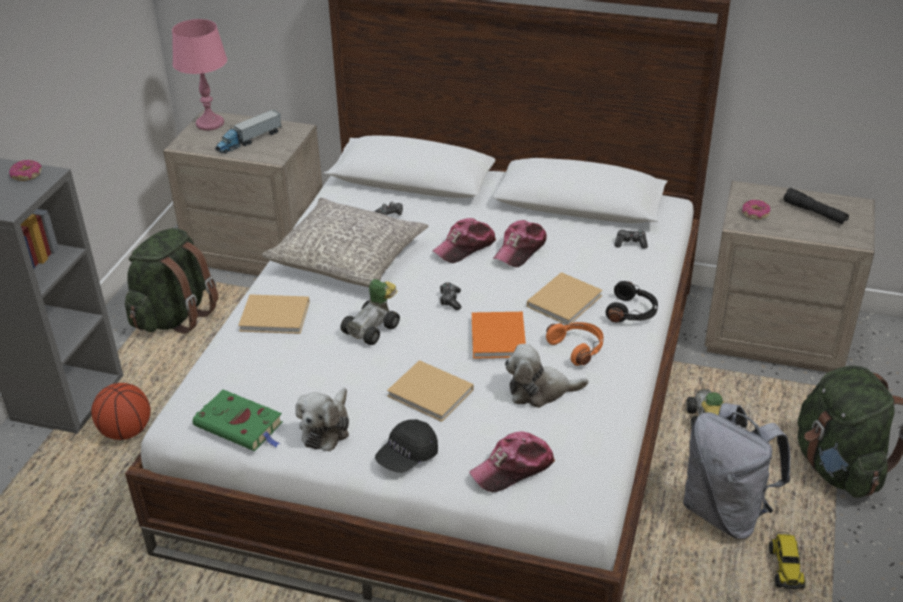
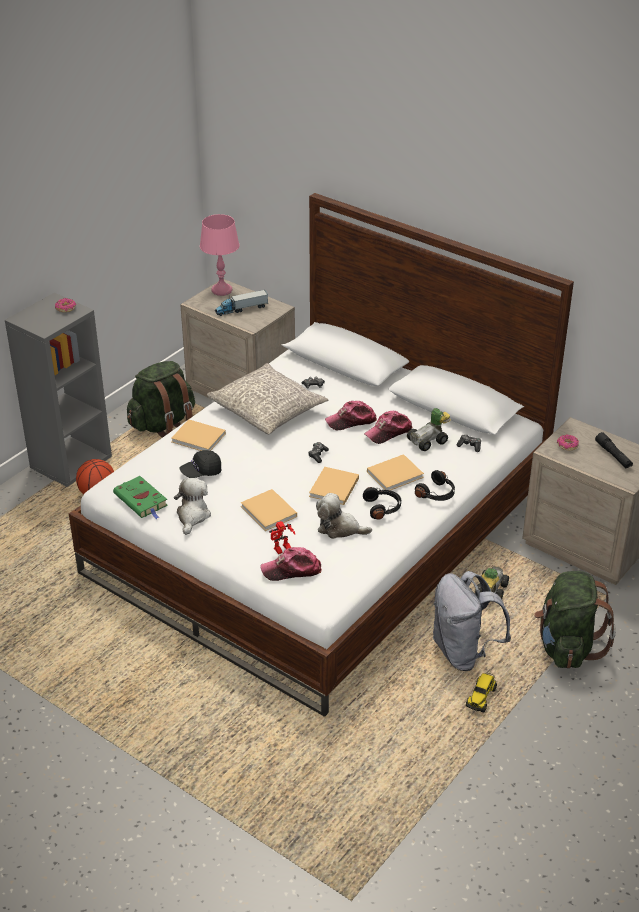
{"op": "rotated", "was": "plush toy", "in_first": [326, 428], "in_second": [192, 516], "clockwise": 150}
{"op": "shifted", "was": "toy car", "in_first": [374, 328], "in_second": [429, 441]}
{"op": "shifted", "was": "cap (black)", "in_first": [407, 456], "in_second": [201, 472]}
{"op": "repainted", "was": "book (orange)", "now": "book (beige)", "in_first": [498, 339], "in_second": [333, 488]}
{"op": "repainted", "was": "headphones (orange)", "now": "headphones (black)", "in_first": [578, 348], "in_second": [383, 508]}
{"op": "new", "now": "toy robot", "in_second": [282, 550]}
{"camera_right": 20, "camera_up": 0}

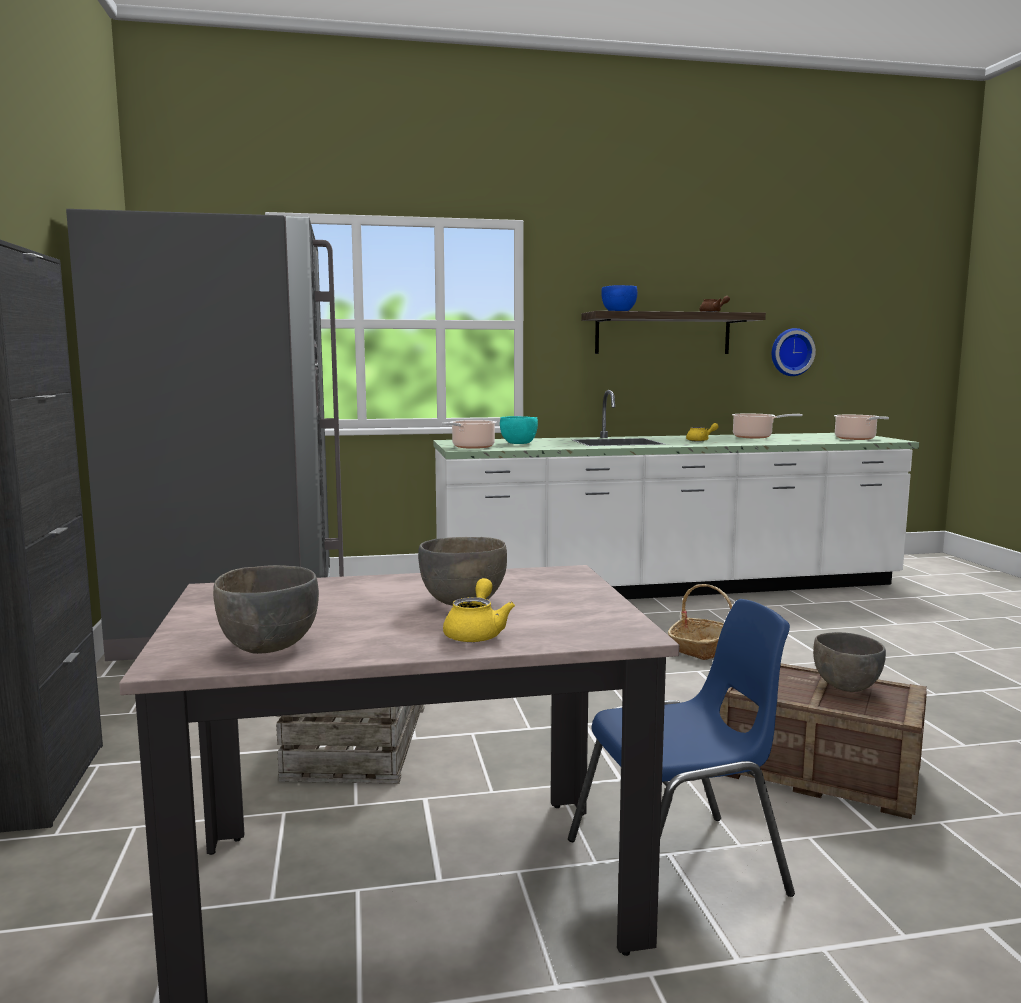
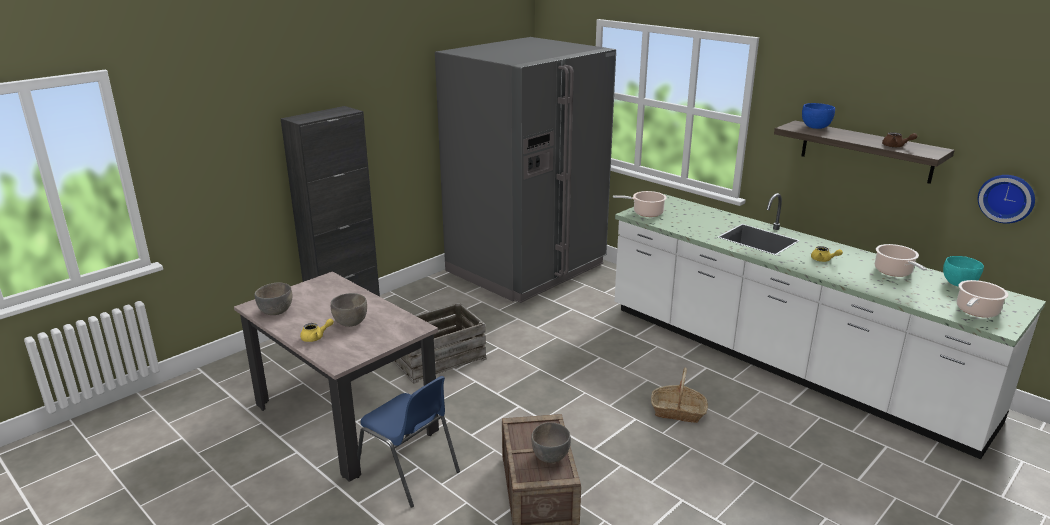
{"op": "shifted", "was": "bowl (turquoise)", "in_first": [518, 444], "in_second": [958, 284]}
{"camera_right": 55, "camera_up": 15}

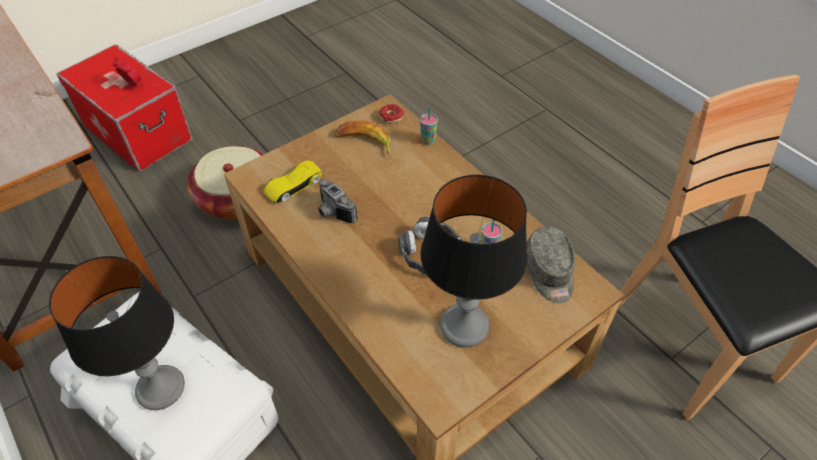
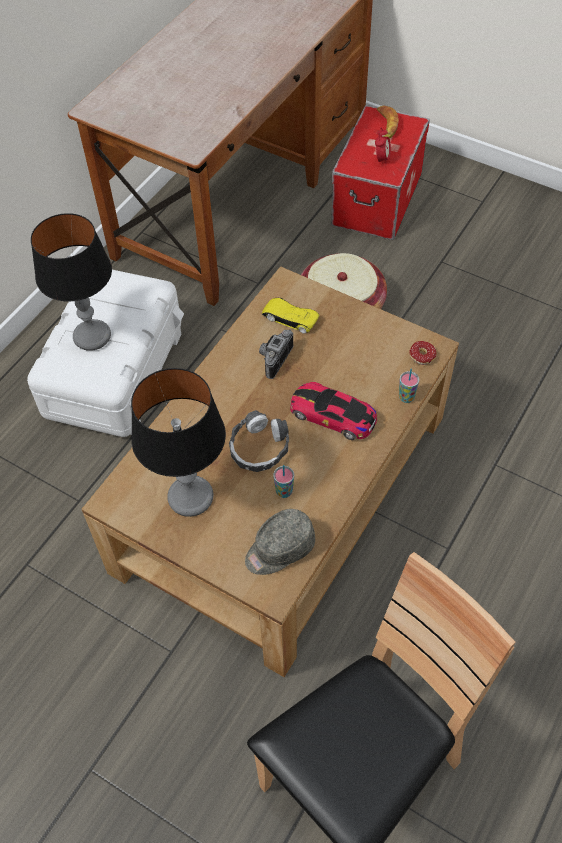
{"op": "shifted", "was": "banana", "in_first": [364, 142], "in_second": [383, 127]}
{"op": "new", "now": "toy car", "in_second": [332, 415]}
{"camera_right": 70, "camera_up": 5}

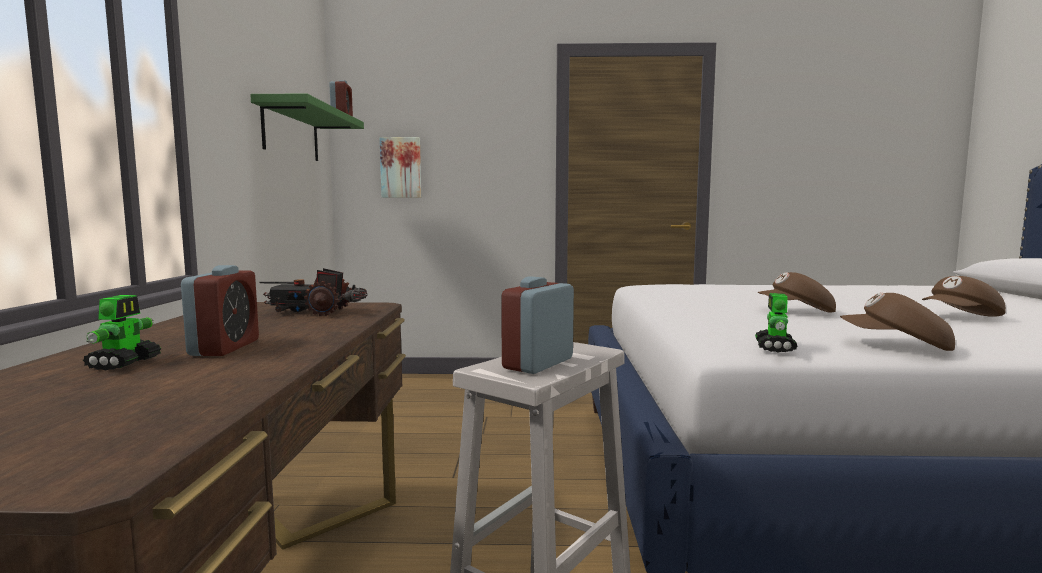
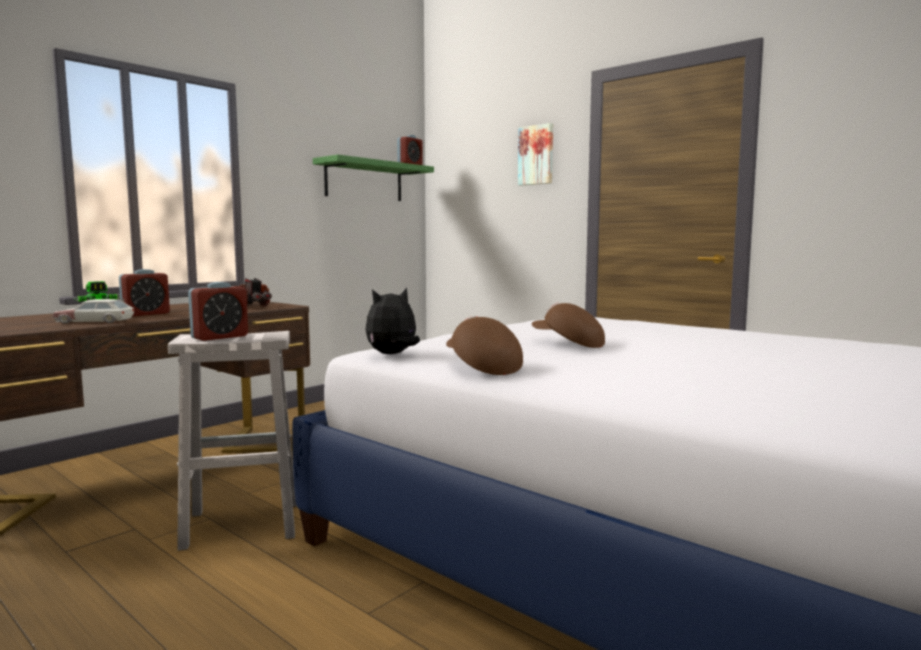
{"op": "shifted", "was": "picture", "in_first": [401, 167], "in_second": [536, 155]}
{"op": "rotated", "was": "alarm clock", "in_first": [538, 364], "in_second": [220, 337], "clockwise": 150}
{"op": "swapped", "was": "toy robot", "now": "plush toy", "in_first": [775, 348], "in_second": [392, 354]}
{"op": "gone", "was": "cap (brown)", "in_first": [962, 317]}
{"op": "new", "now": "toy car", "in_second": [96, 322]}
{"camera_right": 40, "camera_up": 0}

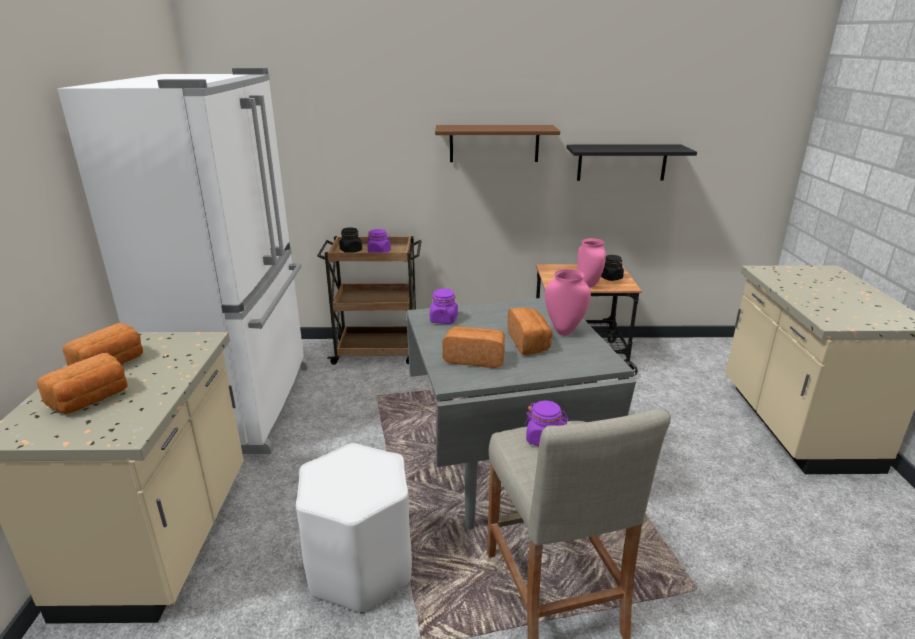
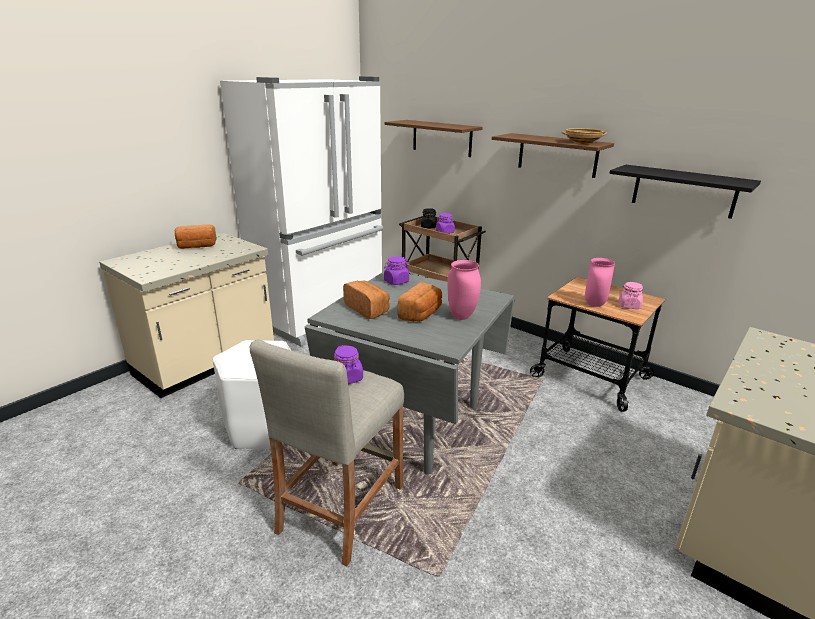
{"op": "gone", "was": "bread", "in_first": [91, 399]}
{"op": "repainted", "was": "jar (black)", "now": "jar (pink)", "in_first": [610, 278], "in_second": [629, 305]}
{"op": "new", "now": "shelf (brown)", "in_second": [441, 138]}
{"op": "new", "now": "bowl (beige)", "in_second": [582, 142]}
{"camera_right": 40, "camera_up": 0}

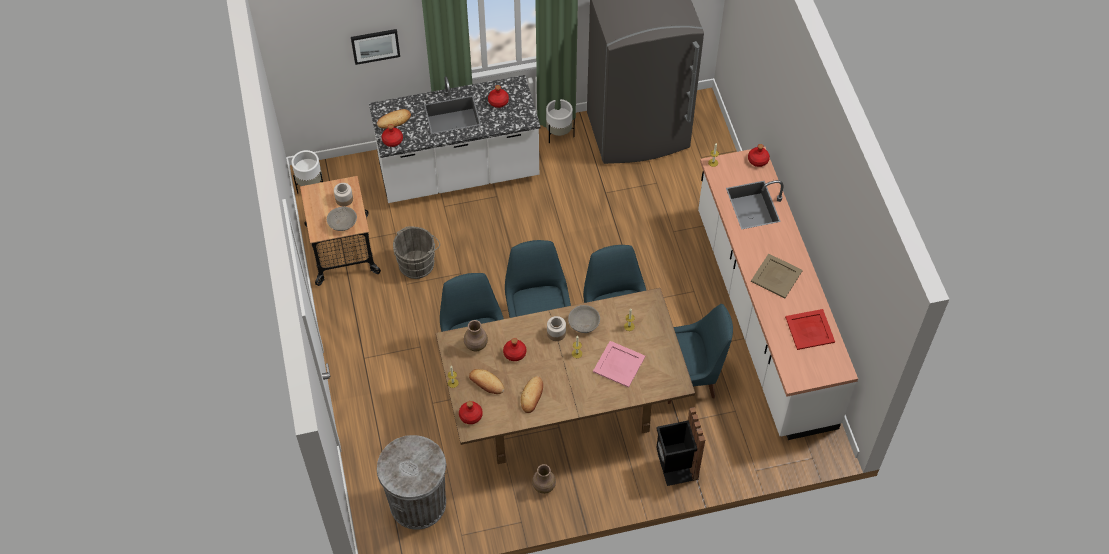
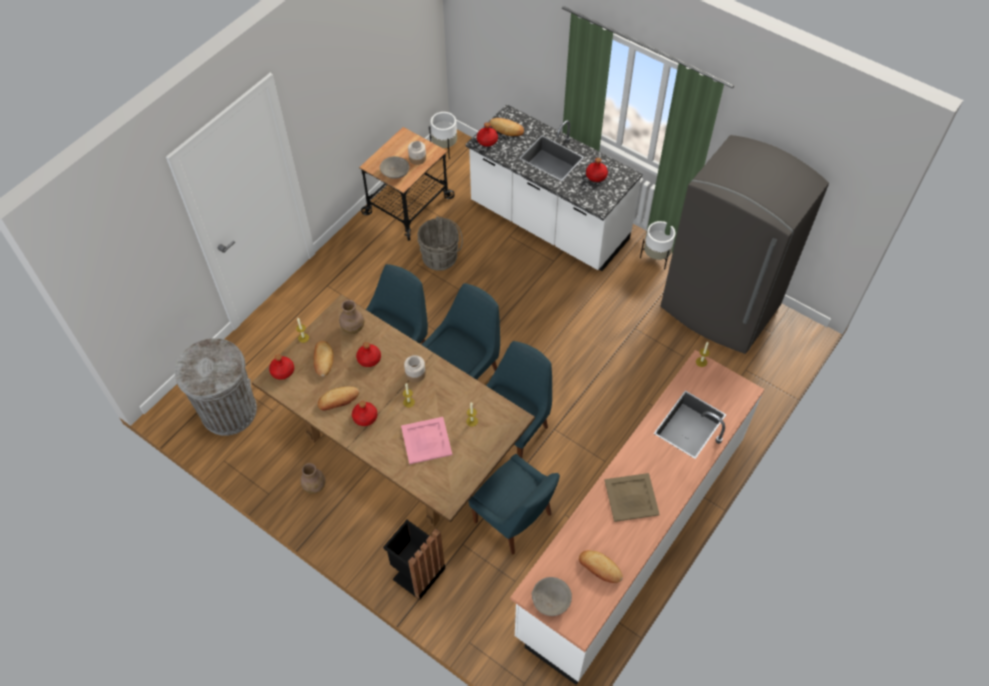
{"op": "gone", "was": "picture", "in_first": [375, 45]}
{"op": "shifted", "was": "bowl (grey)", "in_first": [584, 323], "in_second": [551, 600]}
{"op": "shifted", "was": "bottle (red)", "in_first": [758, 160], "in_second": [365, 417]}
{"op": "swapped", "was": "tray (red)", "now": "bread", "in_first": [810, 330], "in_second": [600, 568]}
{"camera_right": 50, "camera_up": 0}

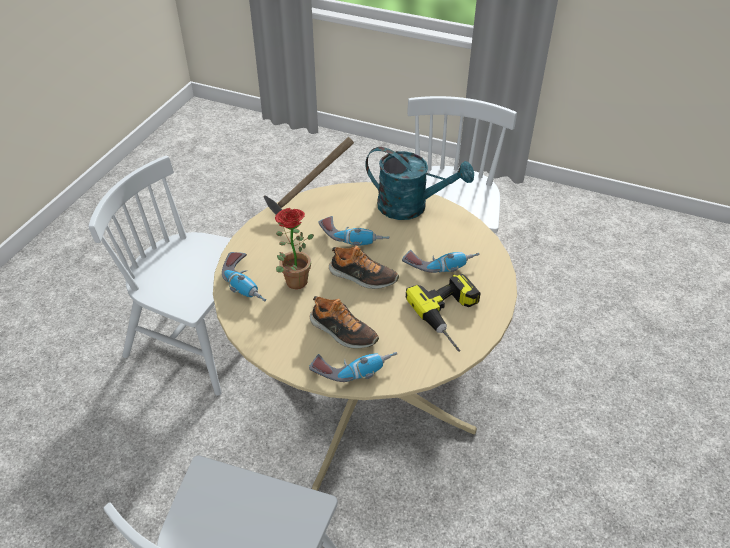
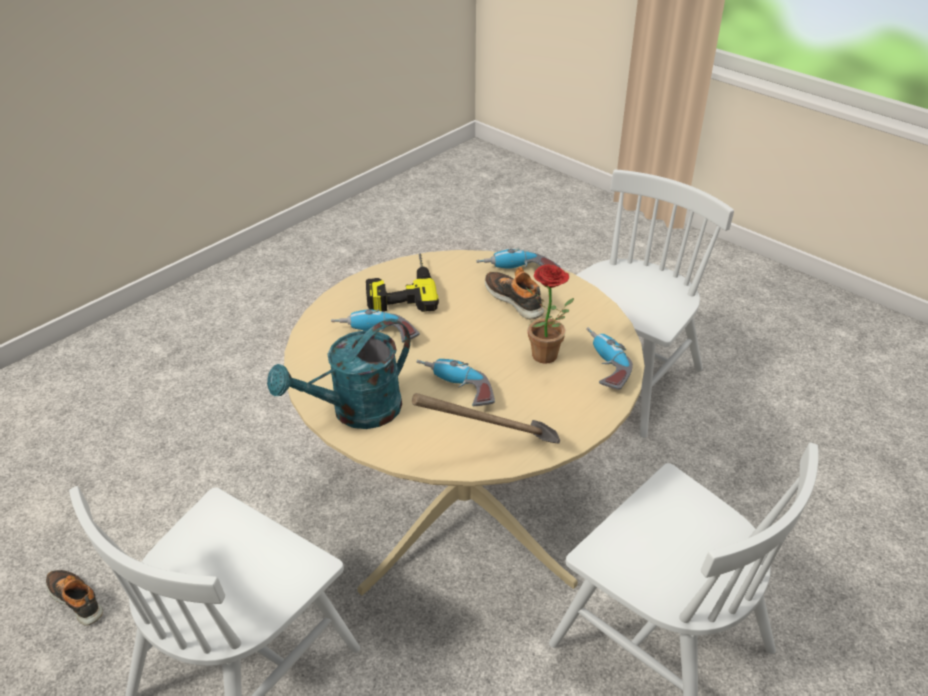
{"op": "shifted", "was": "shoe", "in_first": [362, 277], "in_second": [77, 599]}
{"op": "rotated", "was": "watering can (turquoise)", "in_first": [411, 207], "in_second": [355, 412], "clockwise": -75}
{"camera_right": -160, "camera_up": -5}

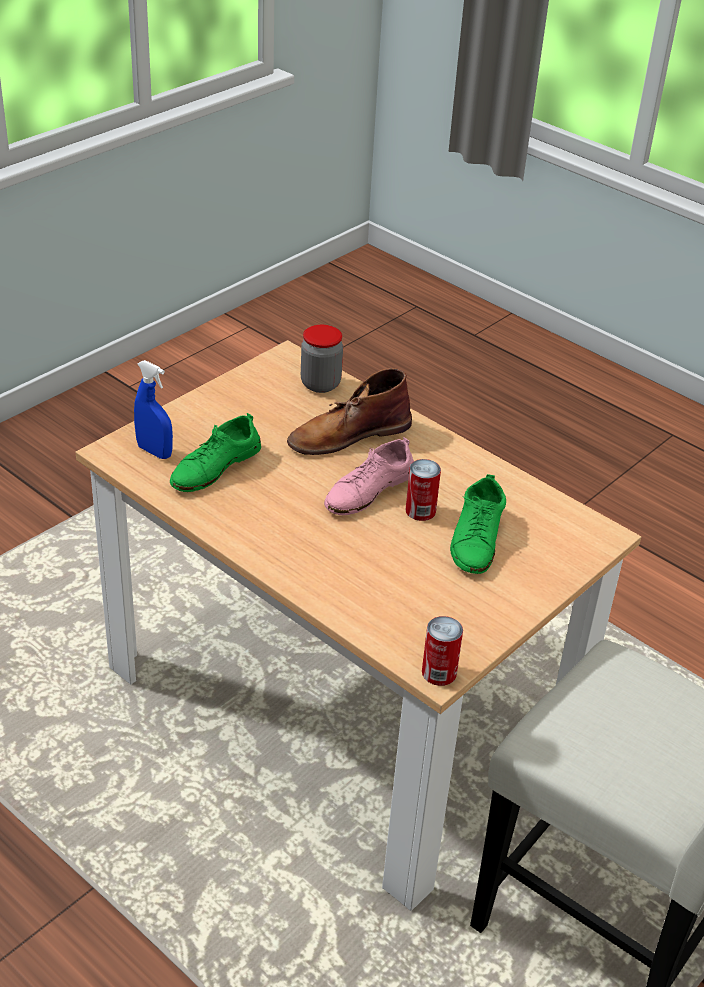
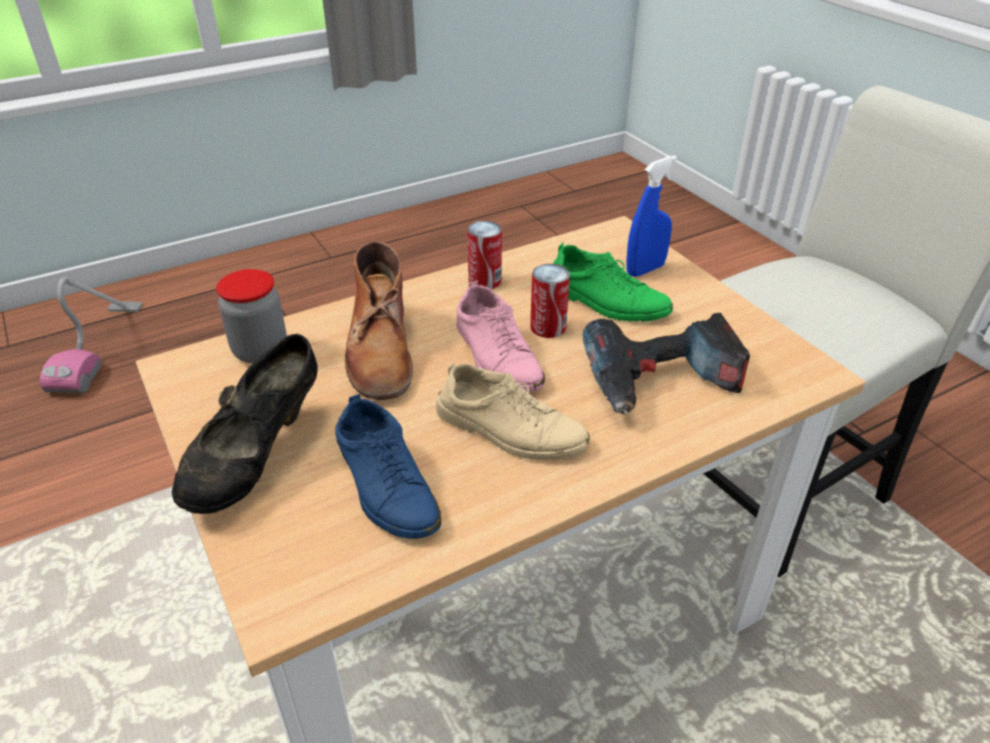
{"op": "shifted", "was": "spray bottle (blue)", "in_first": [154, 451], "in_second": [645, 270]}
{"op": "repainted", "was": "shoe (green)", "now": "shoe (blue)", "in_first": [215, 467], "in_second": [386, 484]}
{"op": "shifted", "was": "can", "in_first": [439, 672], "in_second": [485, 280]}
{"op": "new", "now": "vacuum cleaner", "in_second": [98, 347]}
{"op": "new", "now": "shoe (black)", "in_second": [256, 458]}
{"op": "new", "now": "shoe (beige)", "in_second": [509, 430]}
{"op": "new", "now": "power drill", "in_second": [660, 381]}
{"camera_right": -70, "camera_up": 0}

